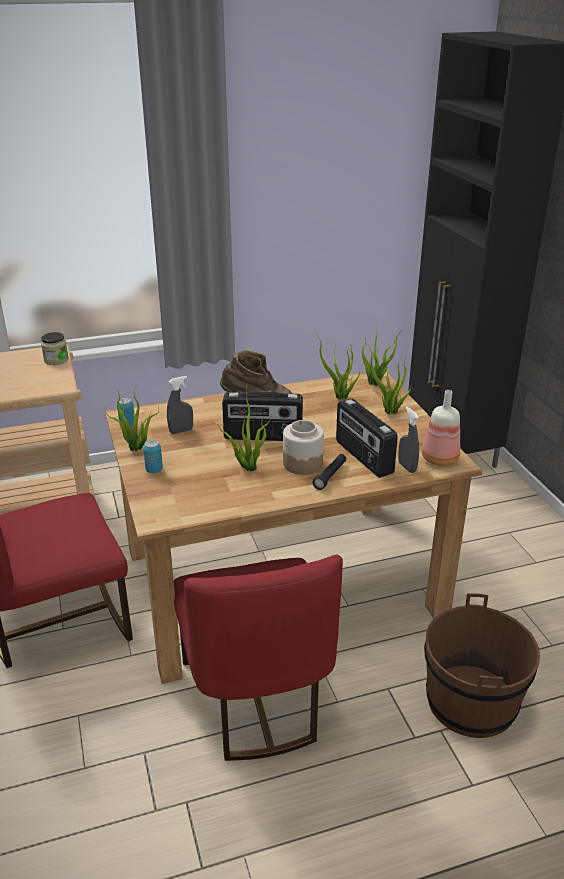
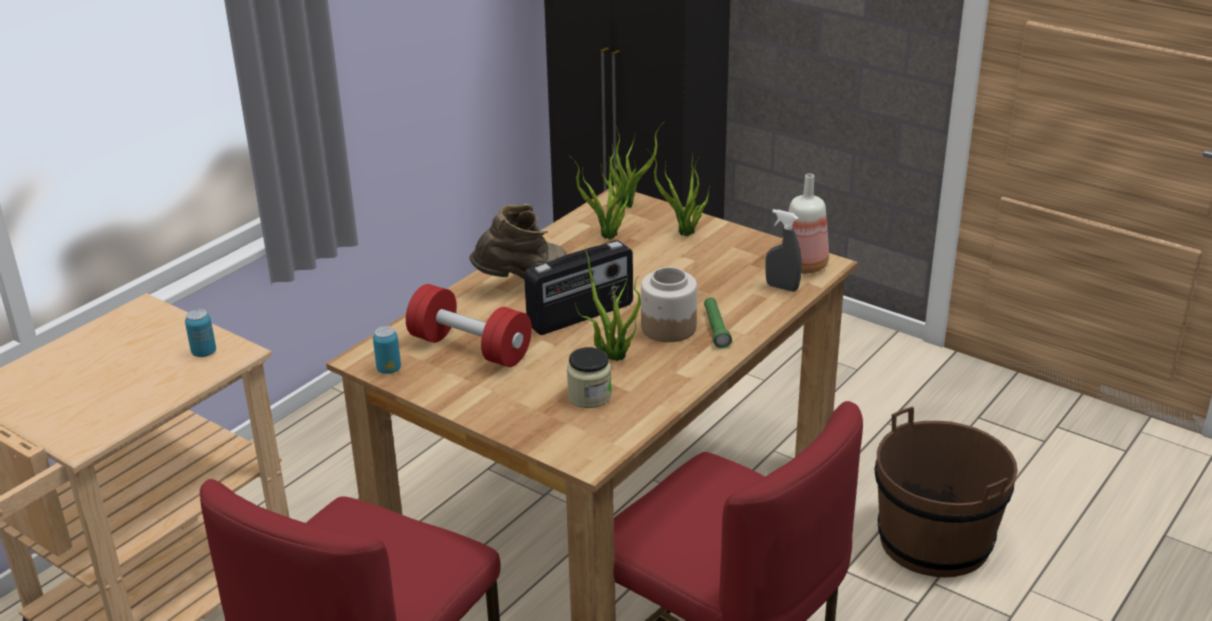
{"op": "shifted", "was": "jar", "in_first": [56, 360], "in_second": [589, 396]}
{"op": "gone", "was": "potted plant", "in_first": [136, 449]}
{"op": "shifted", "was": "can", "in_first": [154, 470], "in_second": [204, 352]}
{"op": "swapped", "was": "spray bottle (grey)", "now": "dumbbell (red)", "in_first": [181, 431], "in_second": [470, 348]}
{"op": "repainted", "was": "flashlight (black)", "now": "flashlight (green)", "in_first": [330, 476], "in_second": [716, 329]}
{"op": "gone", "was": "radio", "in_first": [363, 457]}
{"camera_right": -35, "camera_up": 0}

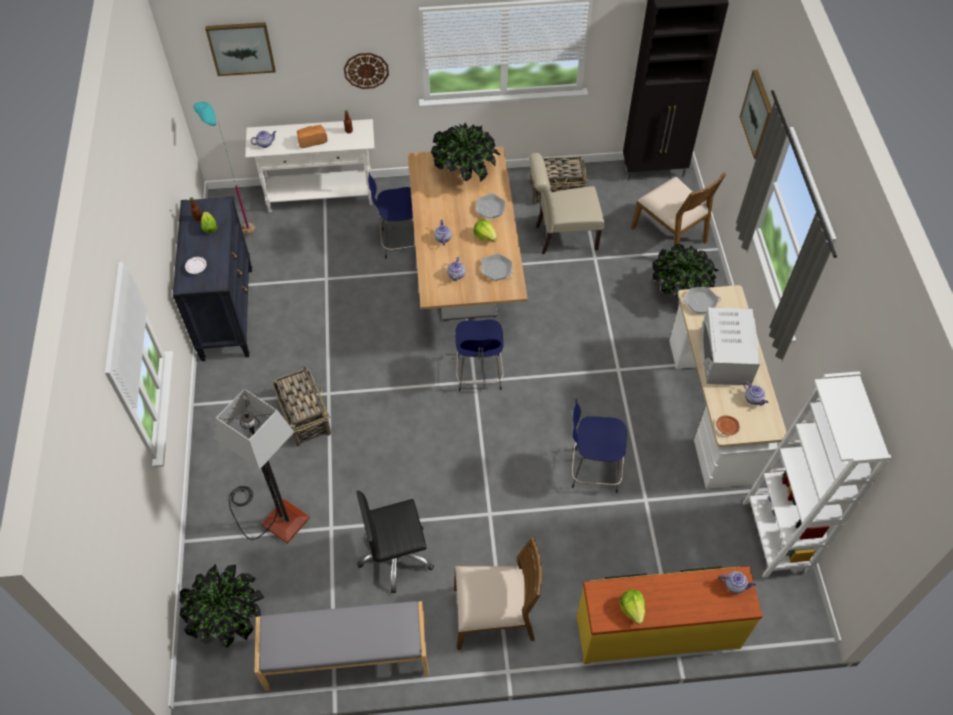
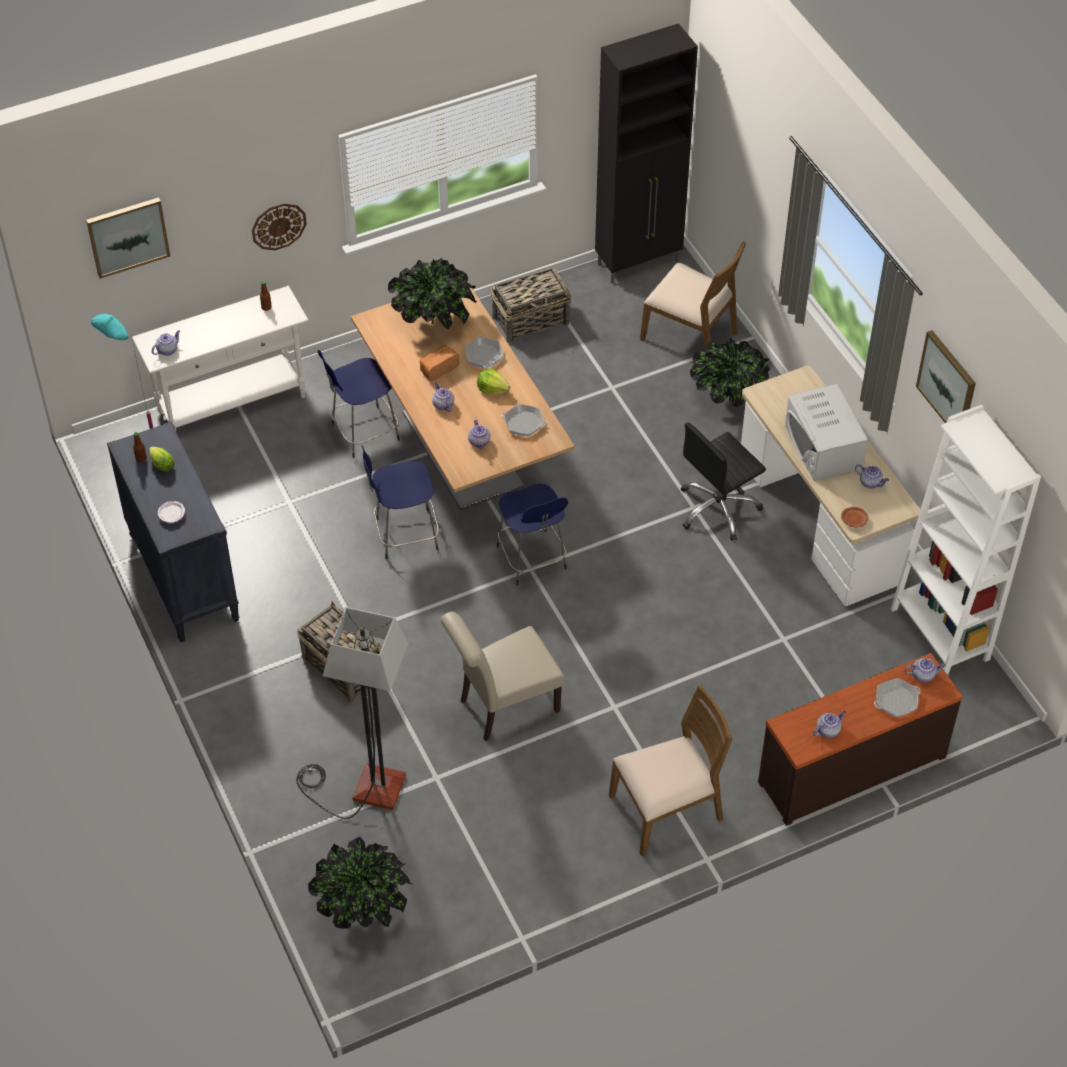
{"op": "gone", "was": "bench (grey)", "in_first": [346, 657]}
{"op": "shifted", "was": "bread", "in_first": [312, 141], "in_second": [438, 369]}
{"op": "shifted", "was": "office chair (black)", "in_first": [396, 556], "in_second": [718, 509]}
{"op": "shifted", "was": "chair (beige)", "in_first": [561, 237], "in_second": [503, 707]}
{"op": "shifted", "was": "stool (blue)", "in_first": [593, 470], "in_second": [404, 534]}
{"op": "repainted", "was": "dresser (yellow)", "now": "dresser (brown)", "in_first": [657, 630], "in_second": [851, 767]}
{"op": "swapped", "was": "lettuce", "now": "teapot", "in_first": [632, 608], "in_second": [828, 730]}
{"op": "shifted", "was": "frying pan", "in_first": [700, 302], "in_second": [896, 700]}
{"op": "shifted", "was": "picture", "in_first": [758, 114], "in_second": [947, 383]}
{"camera_right": -20, "camera_up": -5}

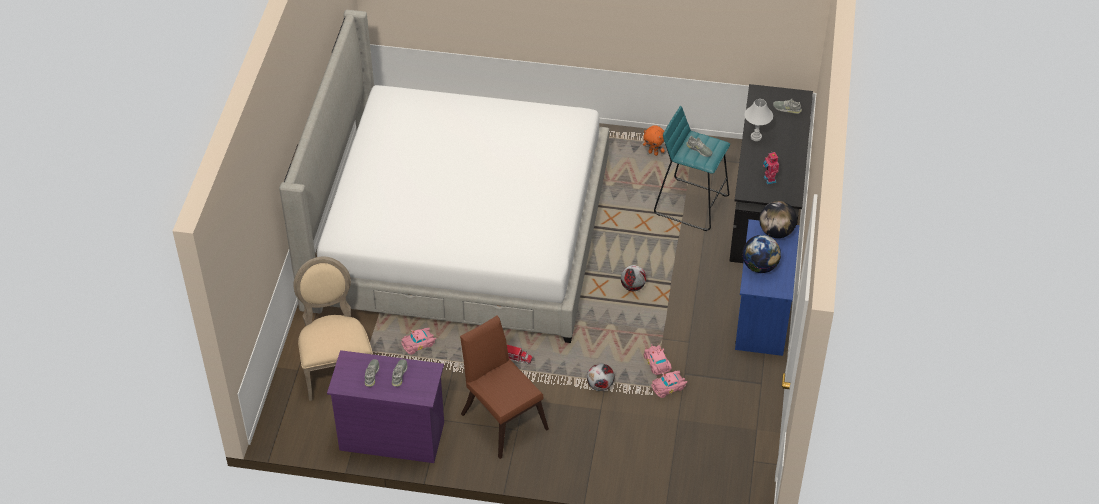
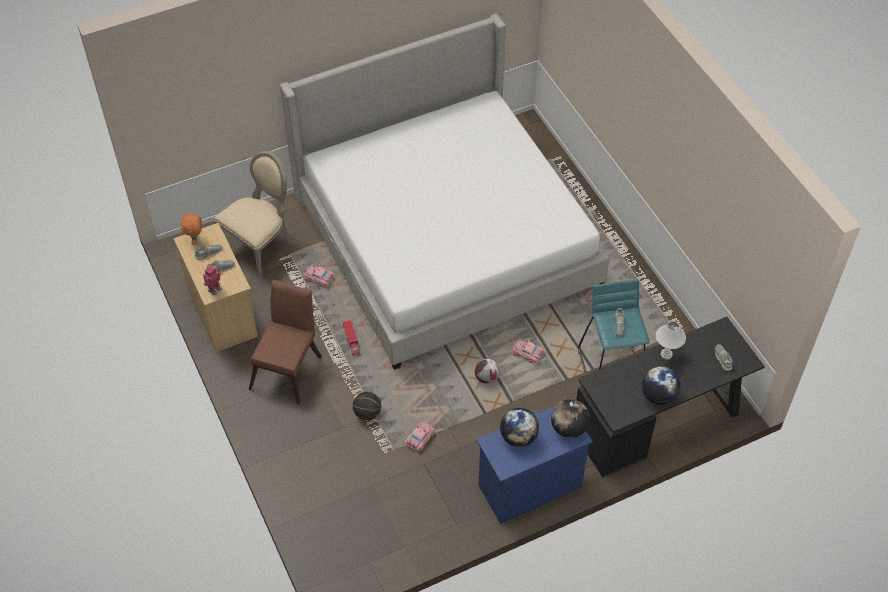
{"op": "repainted", "was": "dresser (purple)", "now": "dresser (beige)", "in_first": [391, 436], "in_second": [222, 313]}
{"op": "swapped", "was": "football", "now": "basketball", "in_first": [600, 385], "in_second": [367, 413]}
{"op": "shifted", "was": "plush toy (orange)", "in_first": [653, 153], "in_second": [195, 240]}
{"op": "shifted", "was": "toy car (pink)", "in_first": [669, 387], "in_second": [527, 354]}
{"op": "shifted", "was": "toy robot", "in_first": [769, 180], "in_second": [214, 289]}
{"op": "new", "now": "globe", "in_second": [658, 395]}
{"camera_right": 55, "camera_up": 5}

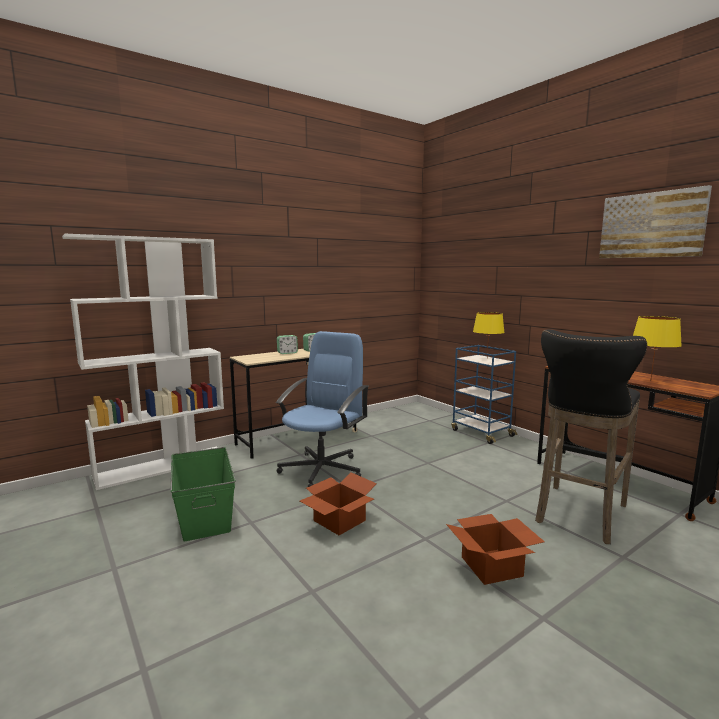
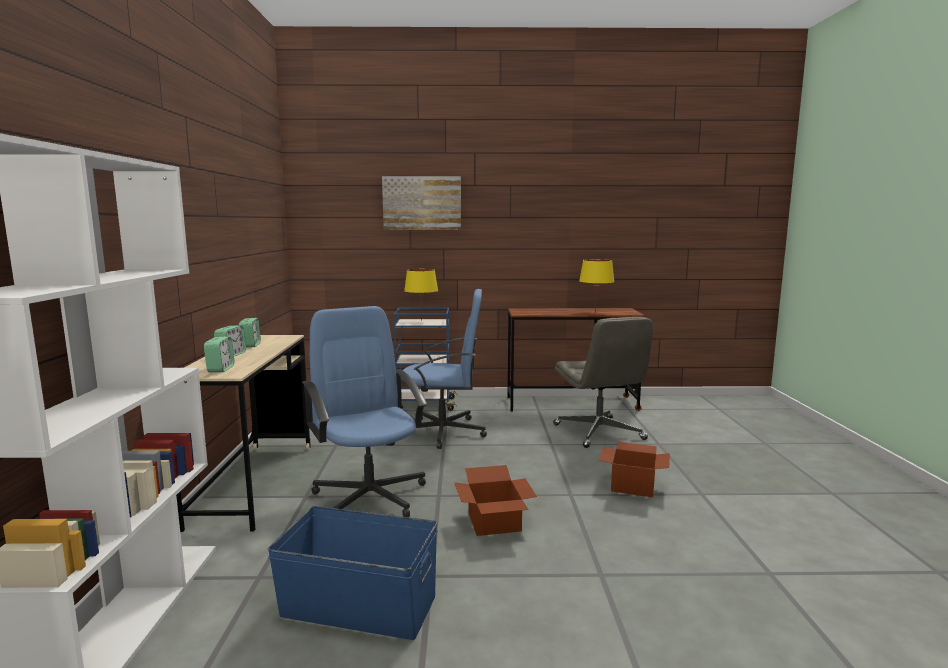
{"op": "repainted", "was": "storage box (green)", "now": "storage box (blue)", "in_first": [205, 512], "in_second": [358, 605]}
{"op": "swapped", "was": "stool (black)", "now": "office chair (grey)", "in_first": [579, 515], "in_second": [599, 432]}
{"op": "shifted", "was": "picture", "in_first": [651, 225], "in_second": [422, 203]}
{"op": "new", "now": "alarm clock", "in_second": [220, 369]}
{"op": "new", "now": "office chair (blue)", "in_second": [444, 432]}
{"camera_right": -55, "camera_up": 0}

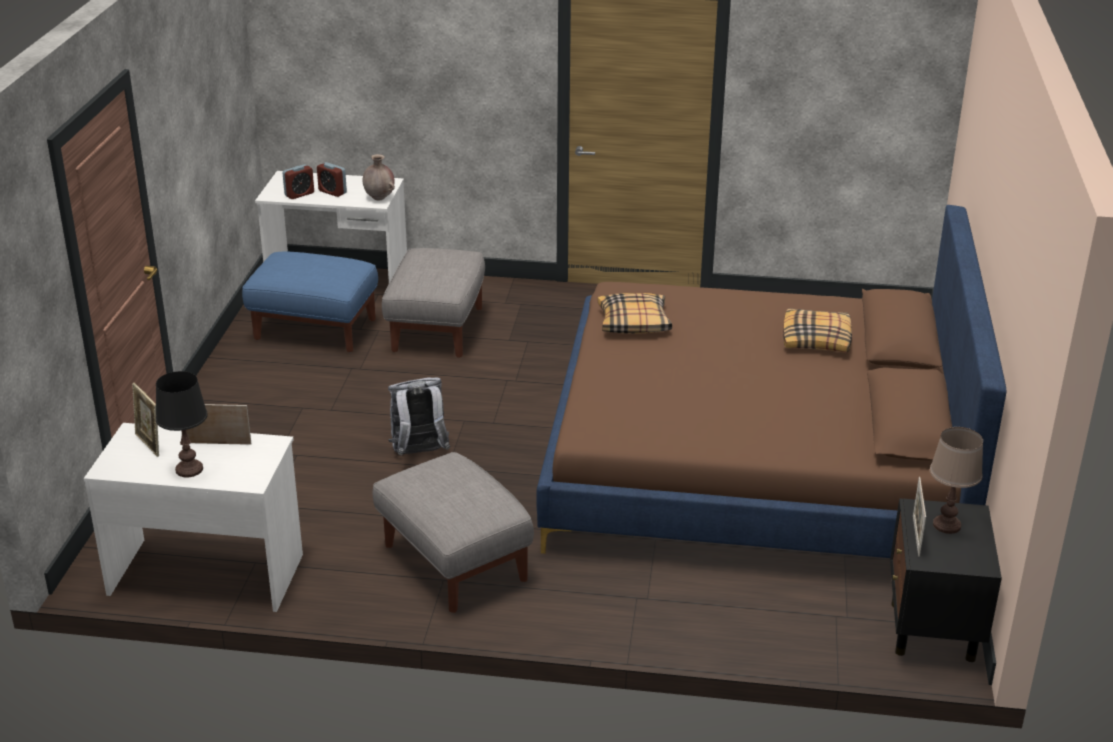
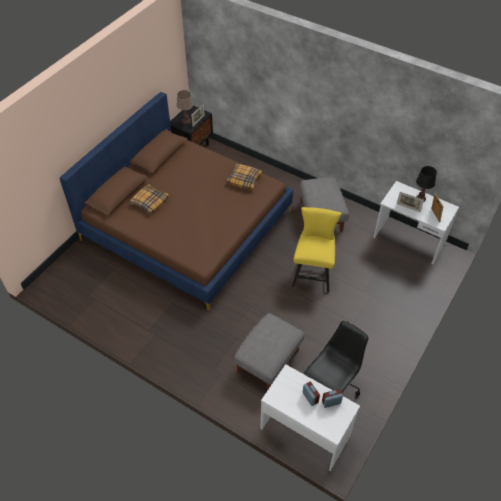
{"op": "swapped", "was": "ottoman (blue)", "now": "office chair (black)", "in_first": [314, 330], "in_second": [332, 386]}
{"op": "gone", "was": "vase (brown)", "in_first": [379, 198]}
{"op": "swapped", "was": "backpack (grey)", "now": "chair (yellow)", "in_first": [419, 454], "in_second": [312, 273]}
{"op": "shifted", "was": "pillow", "in_first": [633, 323], "in_second": [244, 179]}
{"camera_right": -155, "camera_up": 20}

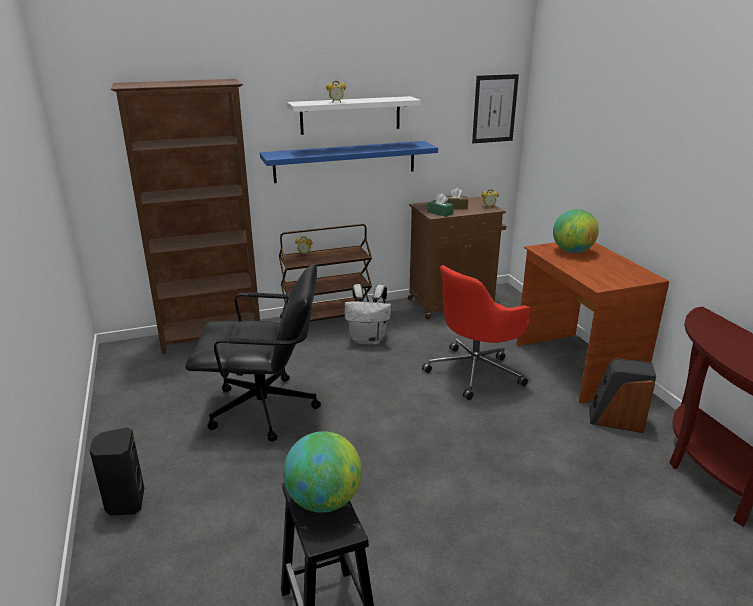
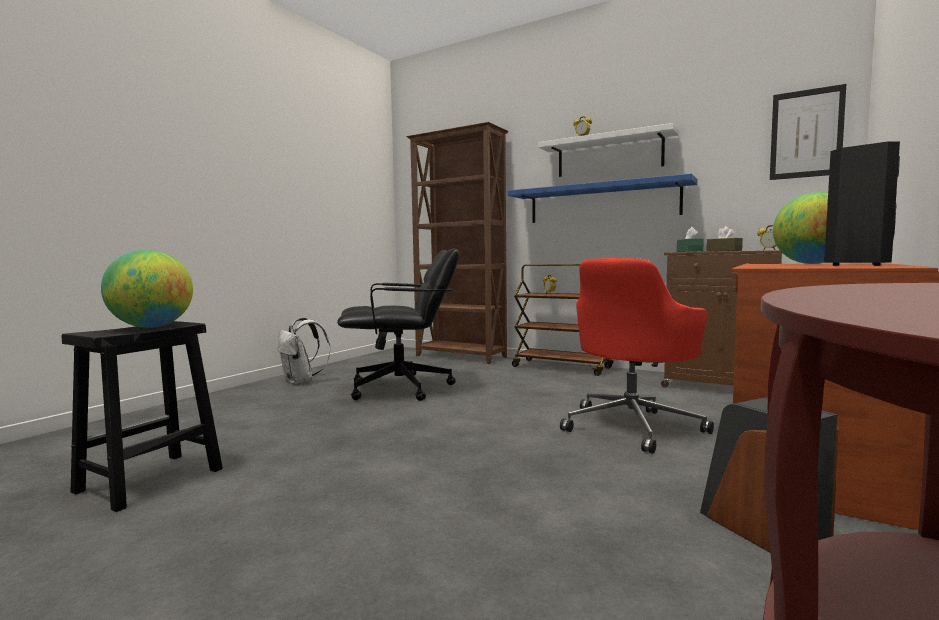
{"op": "shifted", "was": "speaker (black)", "in_first": [124, 502], "in_second": [856, 265]}
{"op": "rotated", "was": "office chair (black)", "in_first": [264, 410], "in_second": [402, 389], "clockwise": -60}
{"op": "shifted", "was": "backpack (white)", "in_first": [368, 340], "in_second": [301, 381]}
{"op": "rotated", "was": "office chair (red)", "in_first": [475, 372], "in_second": [632, 426], "clockwise": -60}
{"camera_right": 50, "camera_up": -20}

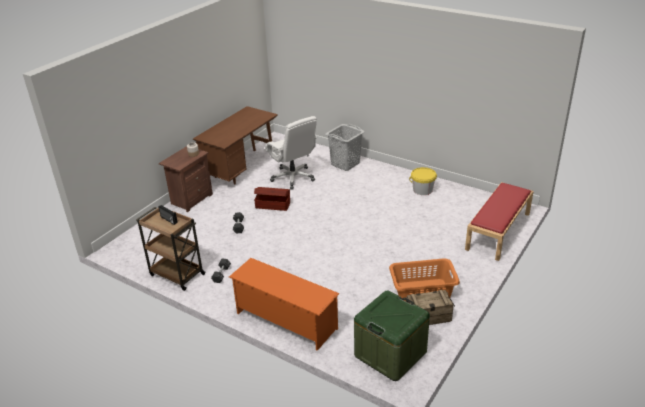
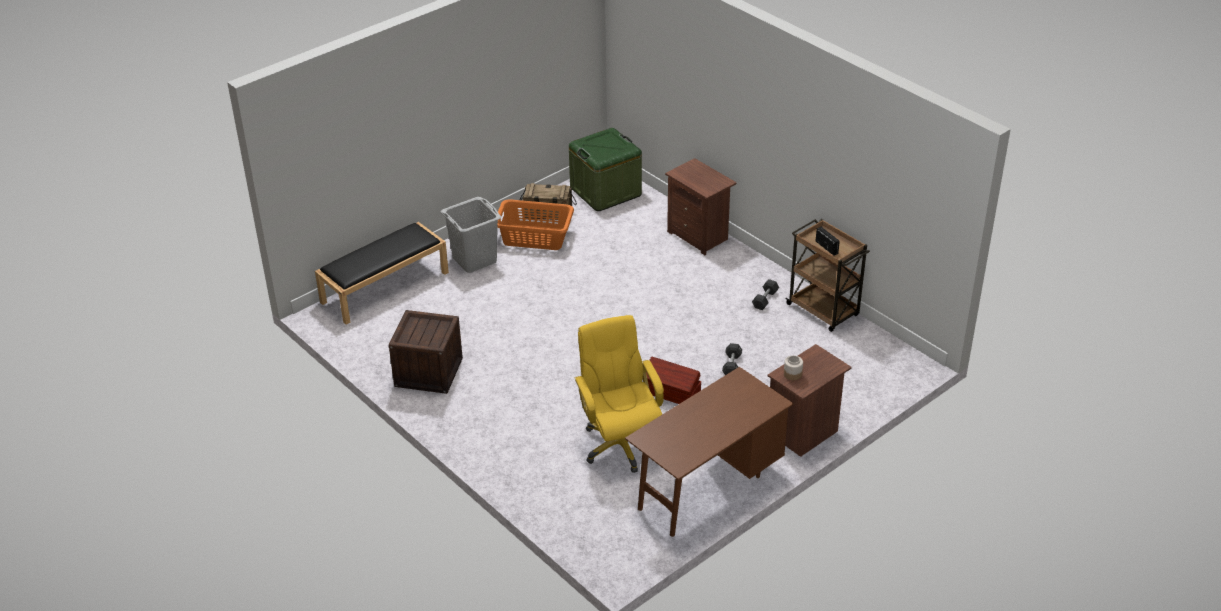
{"op": "swapped", "was": "shoe rack (orange)", "now": "nightstand (brown)", "in_first": [285, 321], "in_second": [699, 236]}
{"op": "repainted", "was": "office chair (white)", "now": "office chair (yellow)", "in_first": [293, 177], "in_second": [620, 444]}
{"op": "shifted", "was": "laundry basket (grey)", "in_first": [345, 164], "in_second": [474, 260]}
{"op": "swapped", "was": "bucket (yellow)", "now": "crate", "in_first": [422, 190], "in_second": [428, 372]}
{"op": "repainted", "was": "bench (red)", "now": "bench (black)", "in_first": [498, 231], "in_second": [385, 287]}
{"camera_right": -165, "camera_up": 5}

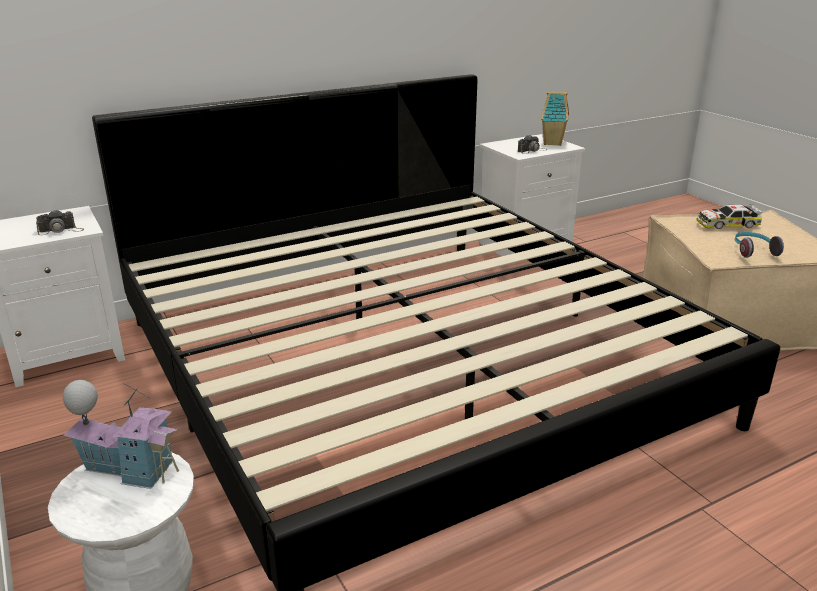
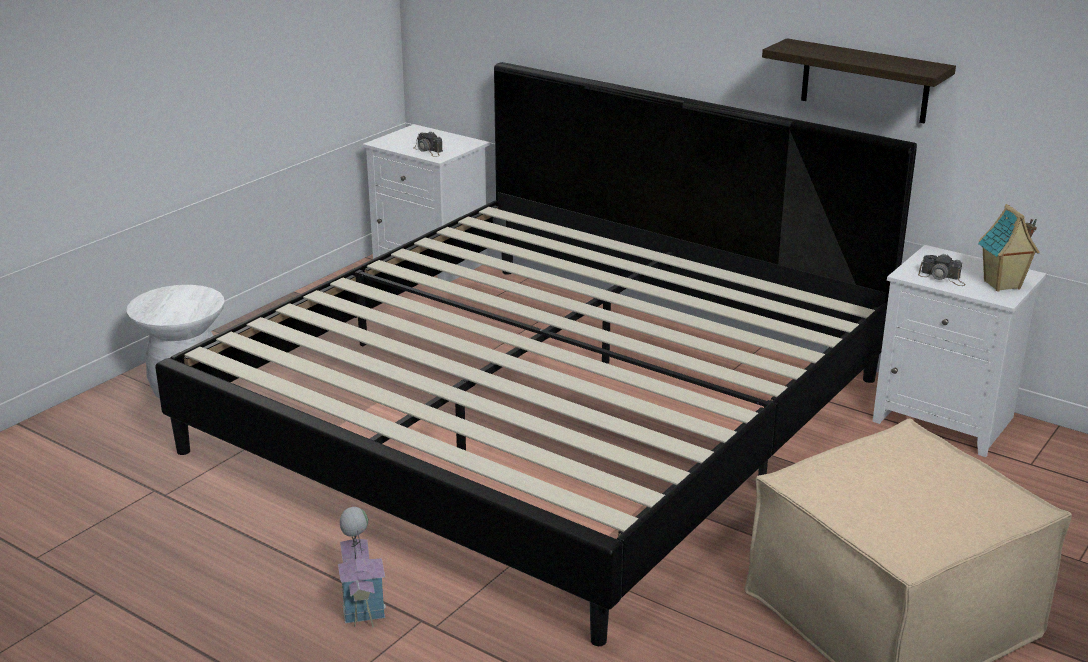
{"op": "shifted", "was": "toy house", "in_first": [130, 468], "in_second": [362, 600]}
{"op": "gone", "was": "toy car", "in_first": [727, 224]}
{"op": "gone", "was": "headphones", "in_first": [753, 251]}
{"op": "new", "now": "shelf", "in_second": [865, 81]}
{"camera_right": 65, "camera_up": 0}

